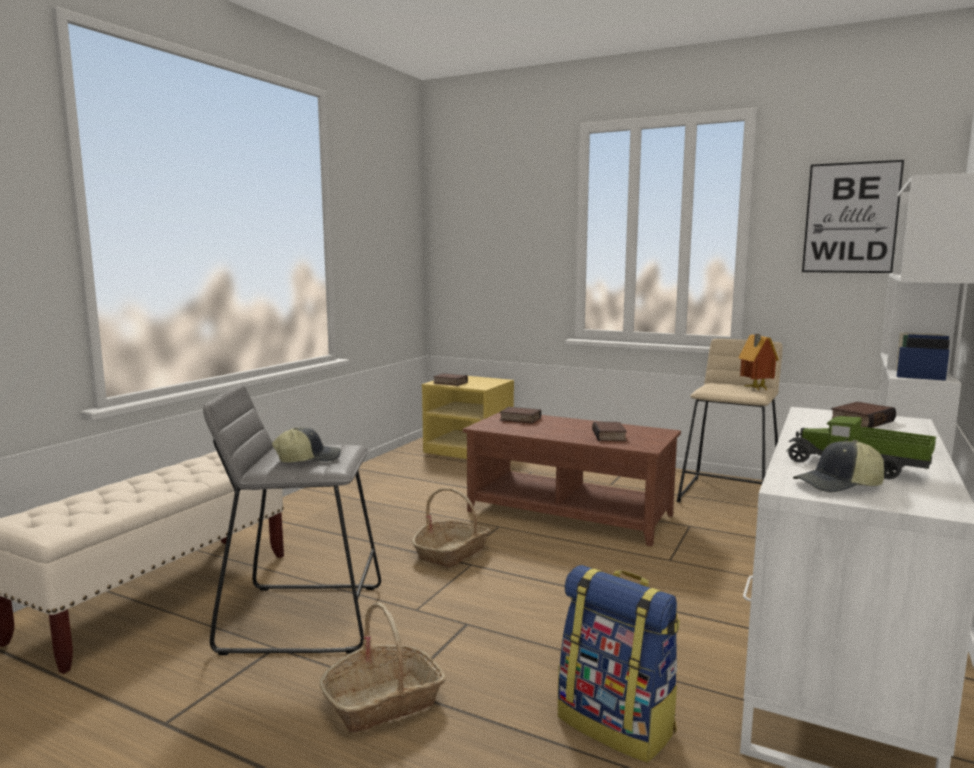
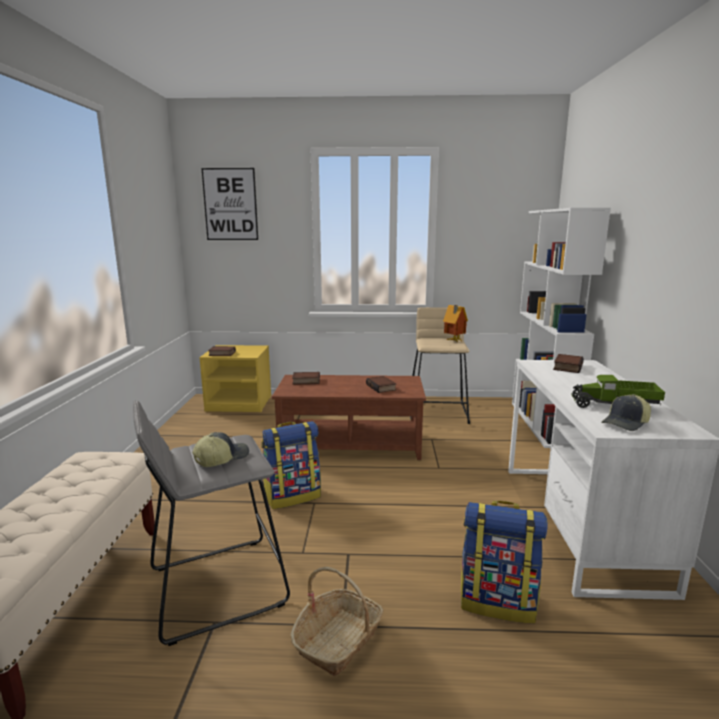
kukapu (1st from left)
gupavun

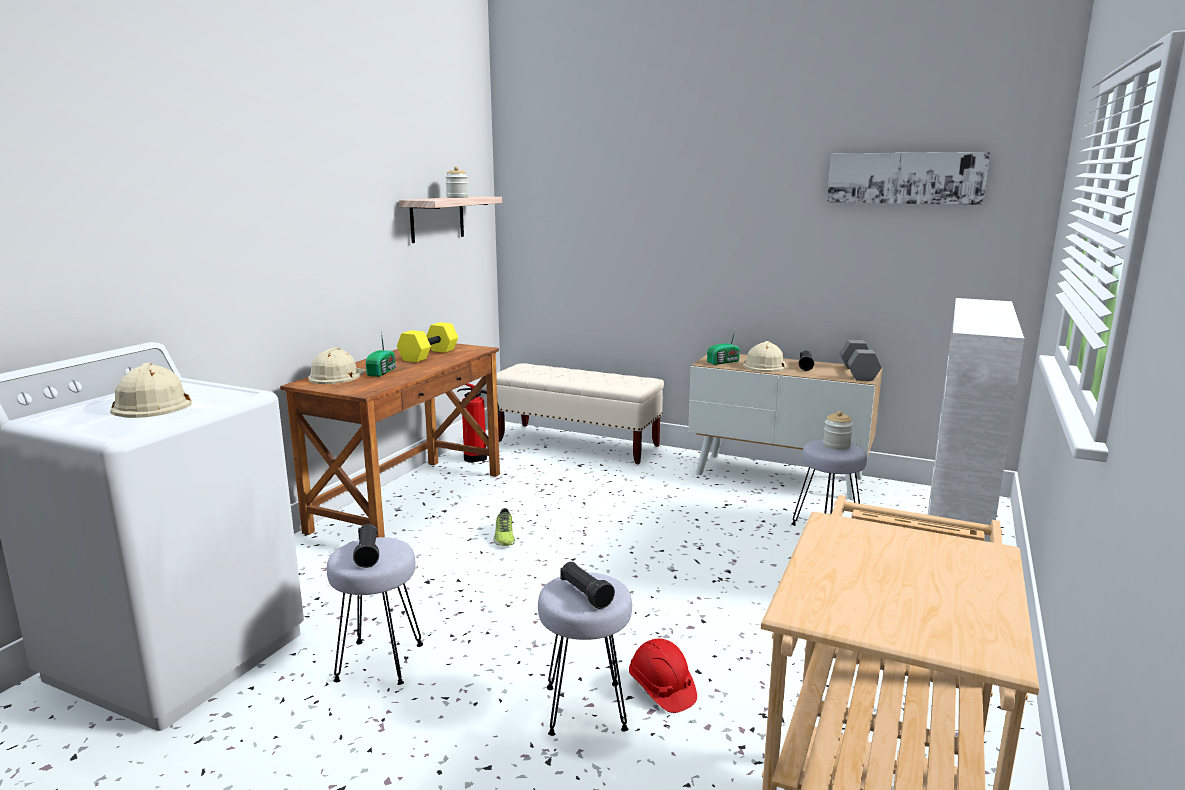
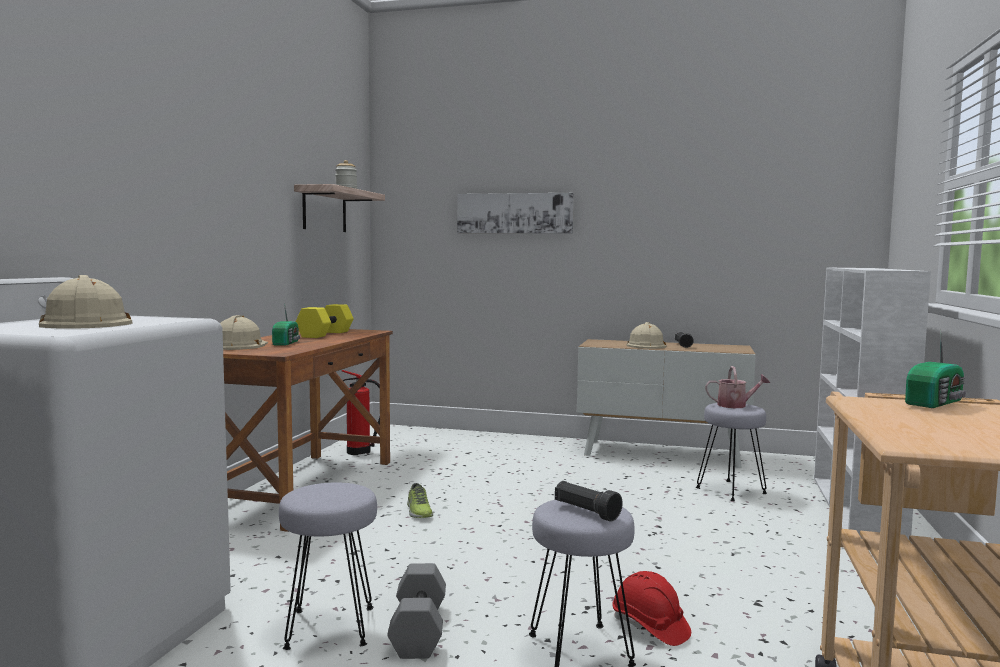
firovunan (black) (1st from left in the first image)
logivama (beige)
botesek (2nd from left)
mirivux
gupavun
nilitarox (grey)

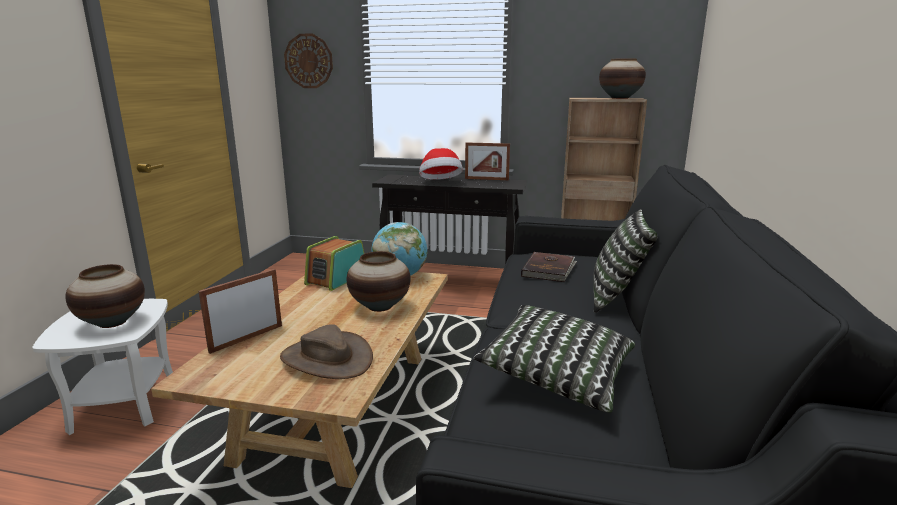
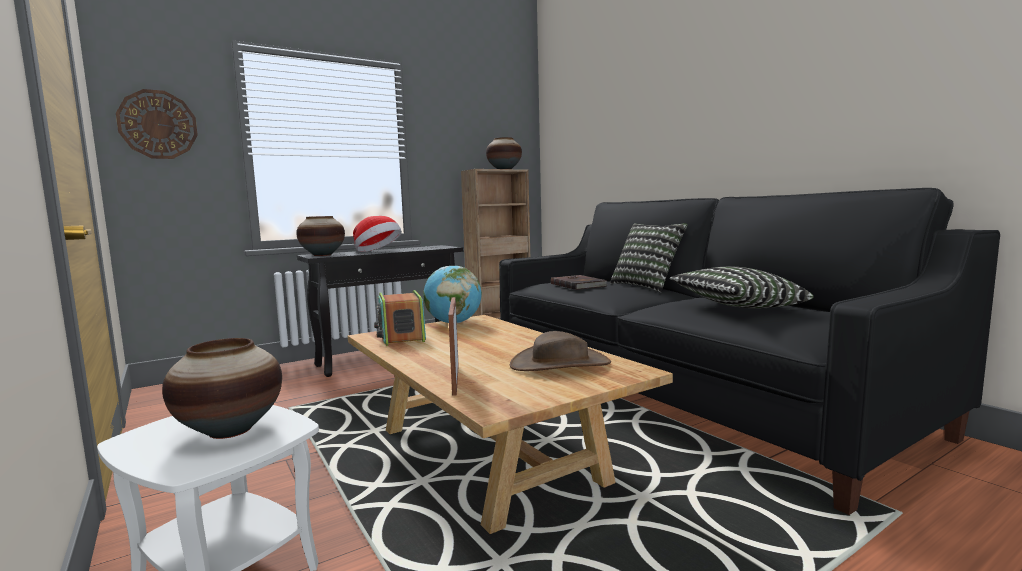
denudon (2nd from left)
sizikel (2nd from left in the first image)

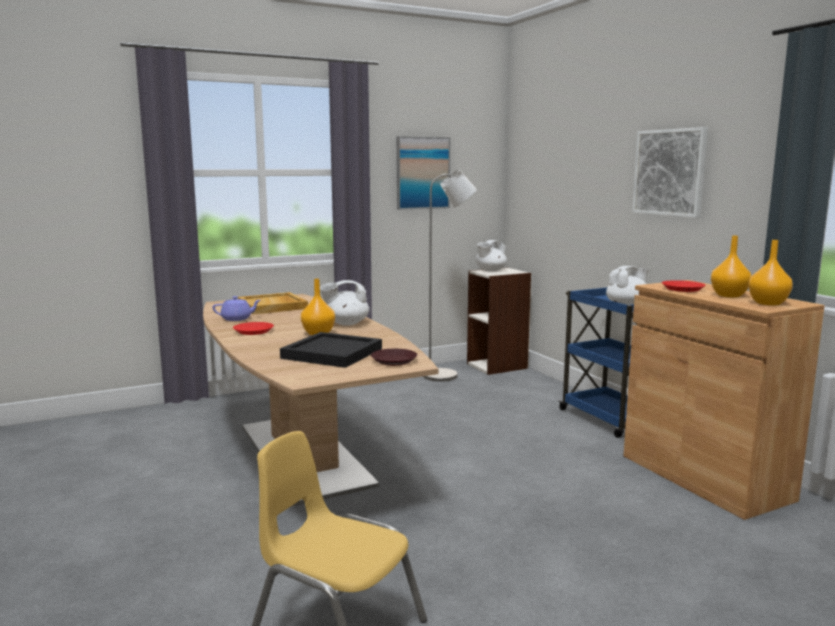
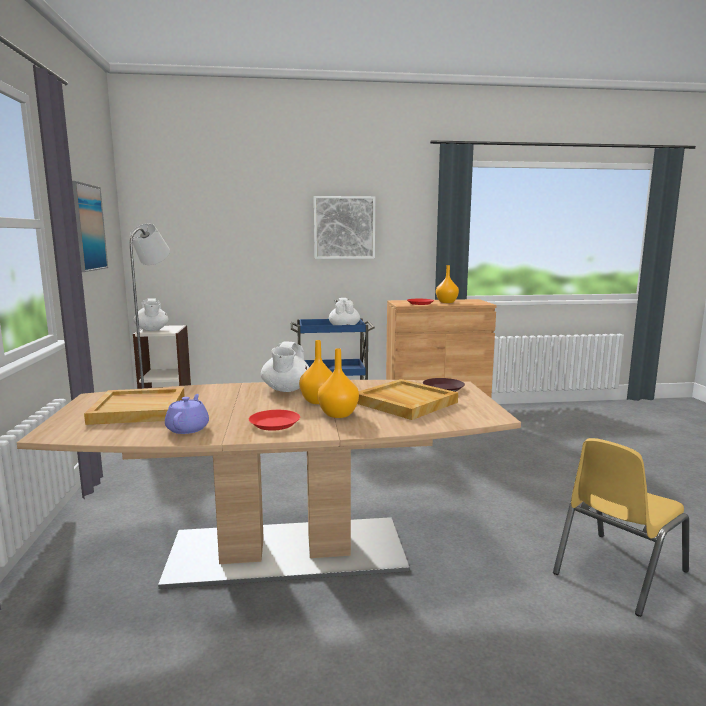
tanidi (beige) (2nd from left)
denudon (orange) (2nd from left)

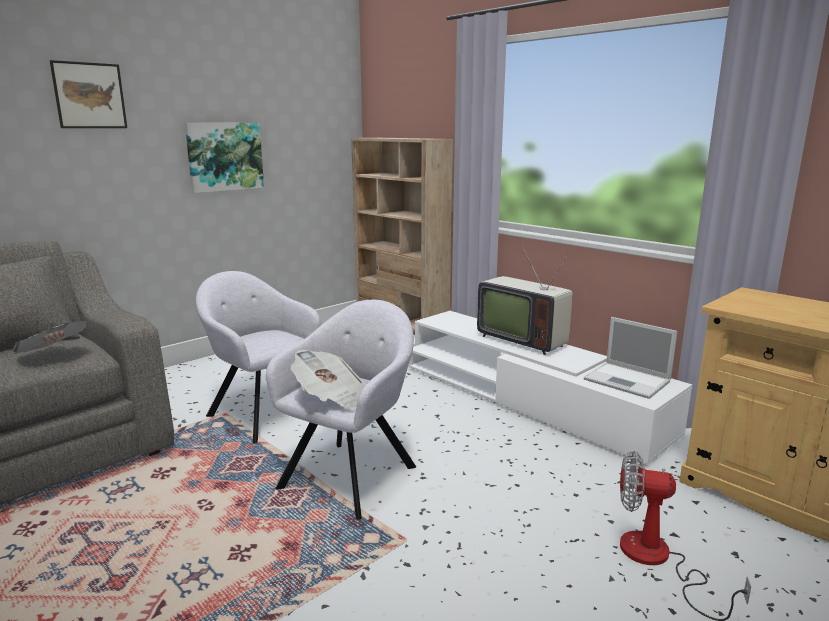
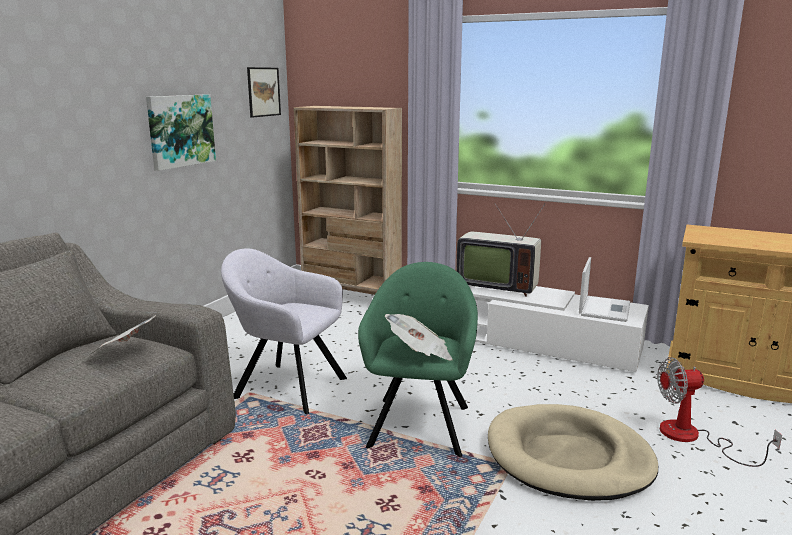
gupavun (2nd from left)
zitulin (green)
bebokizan
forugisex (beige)

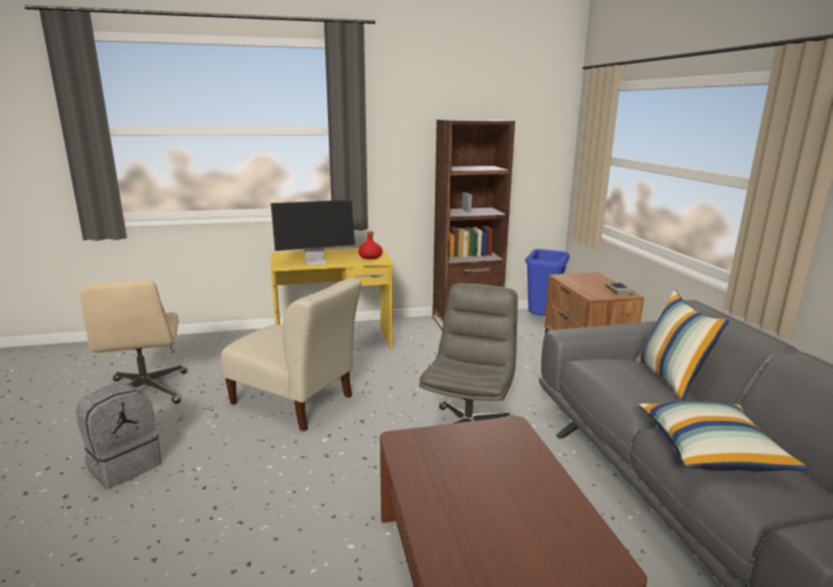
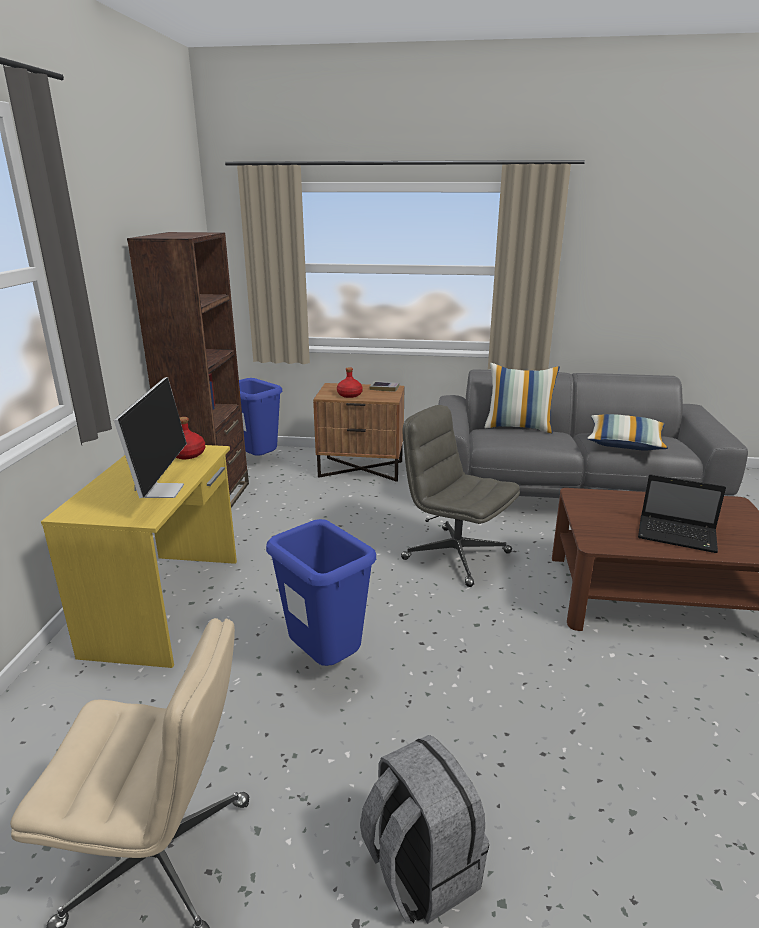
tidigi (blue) (2nd from left)
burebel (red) (2nd from left)
bebokizan

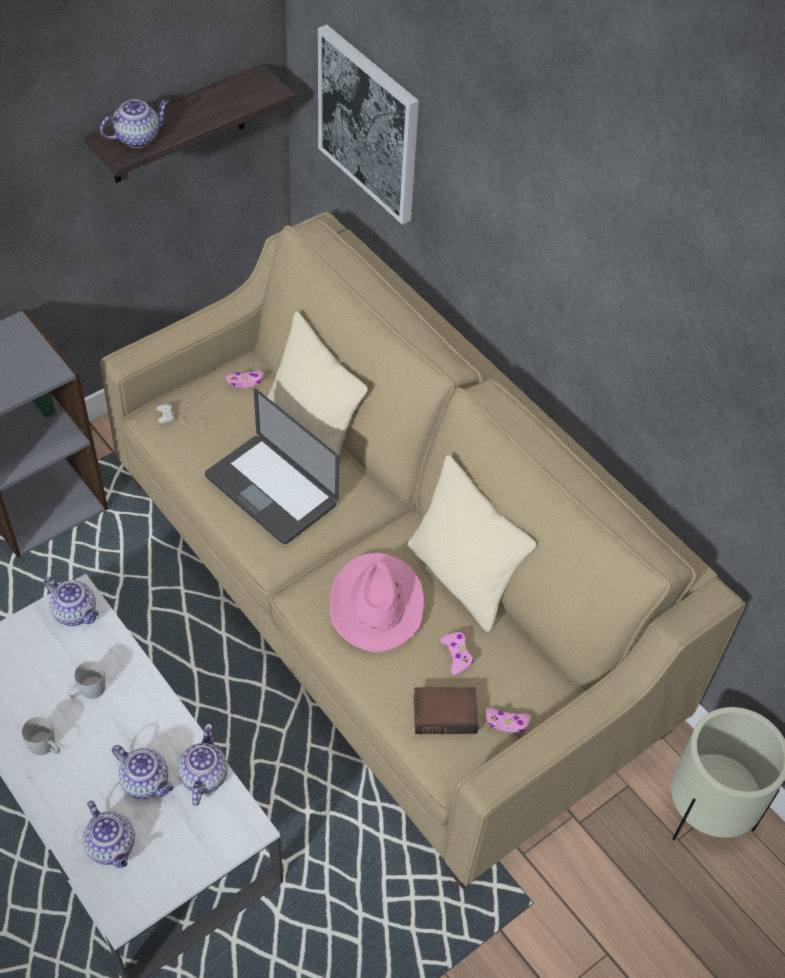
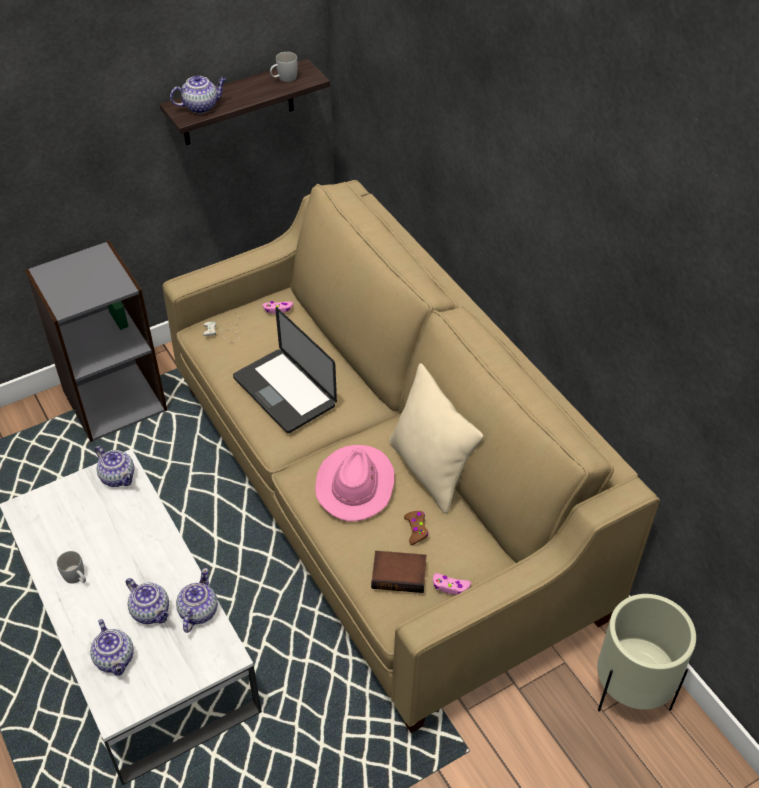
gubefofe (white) (2nd from left)
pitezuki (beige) (1st from left in the first image)
gupavun
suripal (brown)

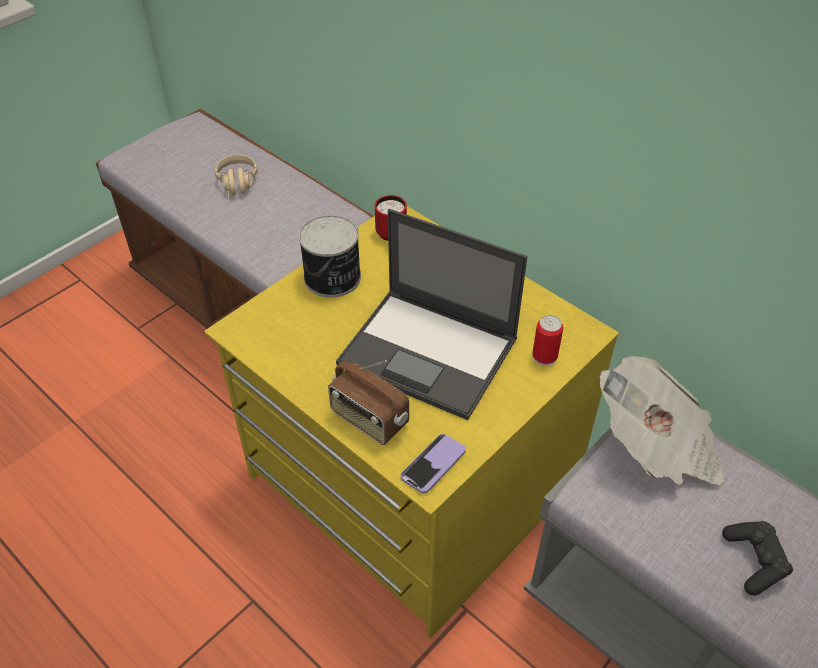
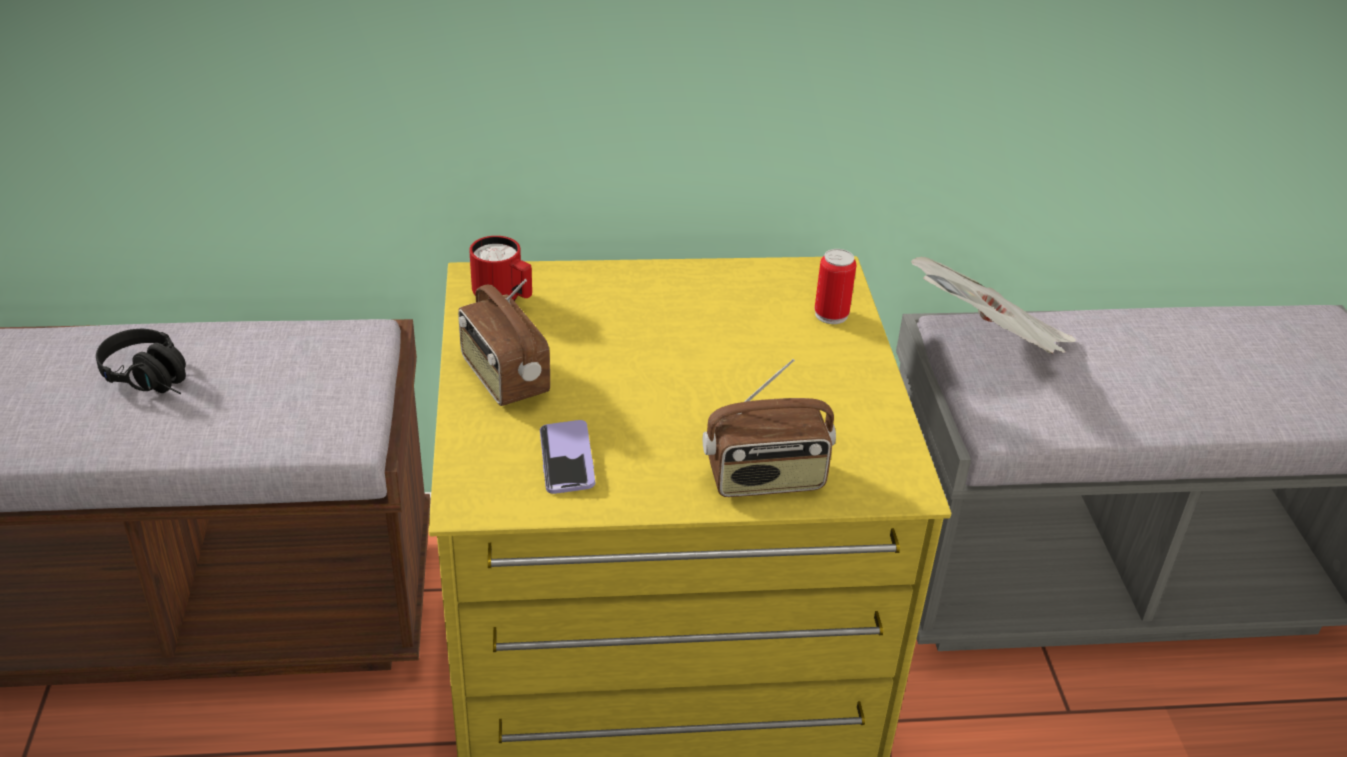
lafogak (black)
botesek (1st from left)
bebokizan
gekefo
suripal (black)

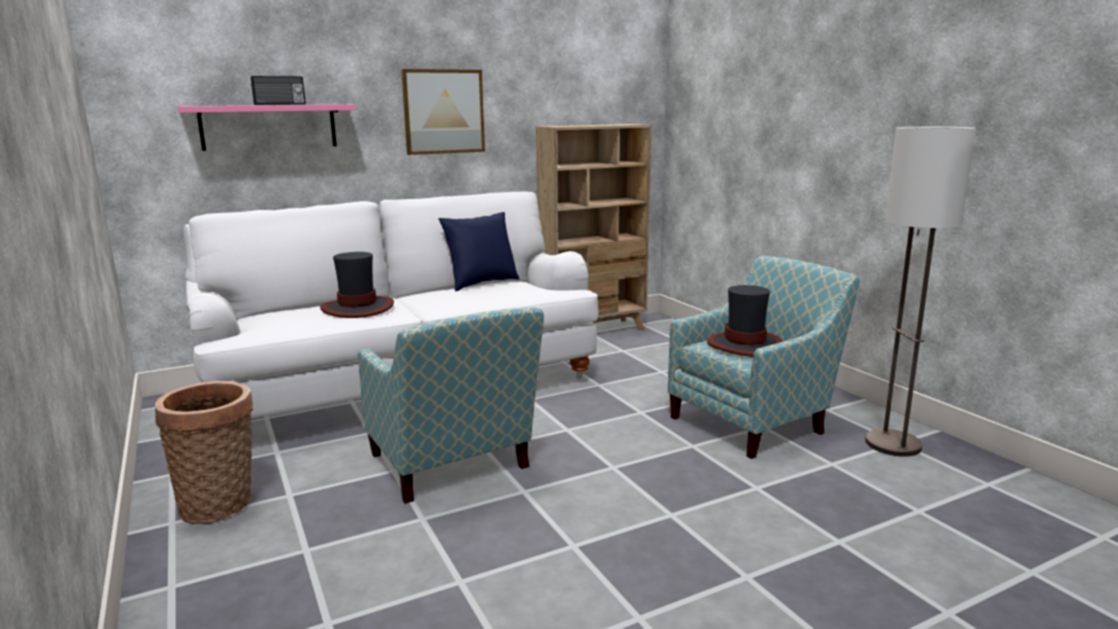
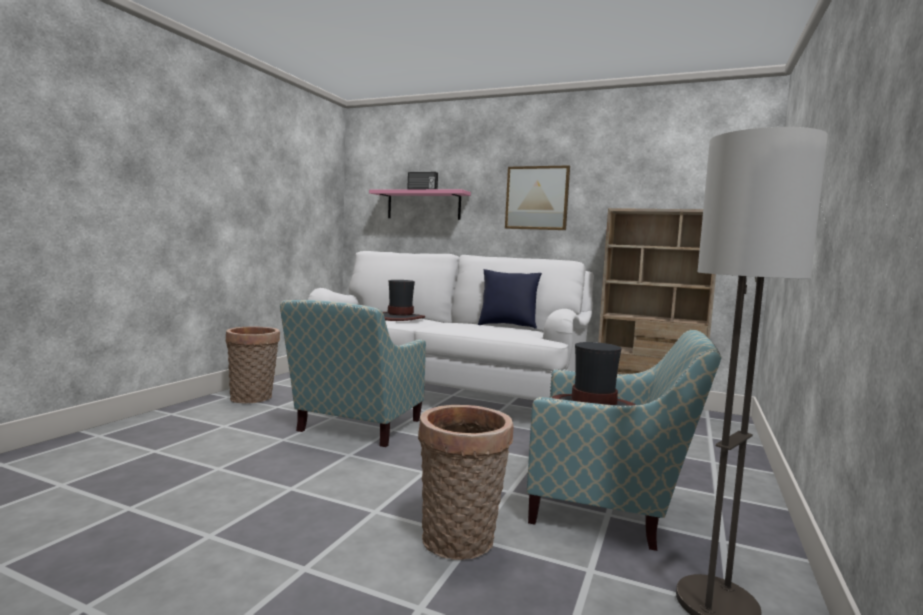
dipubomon (2nd from left)

